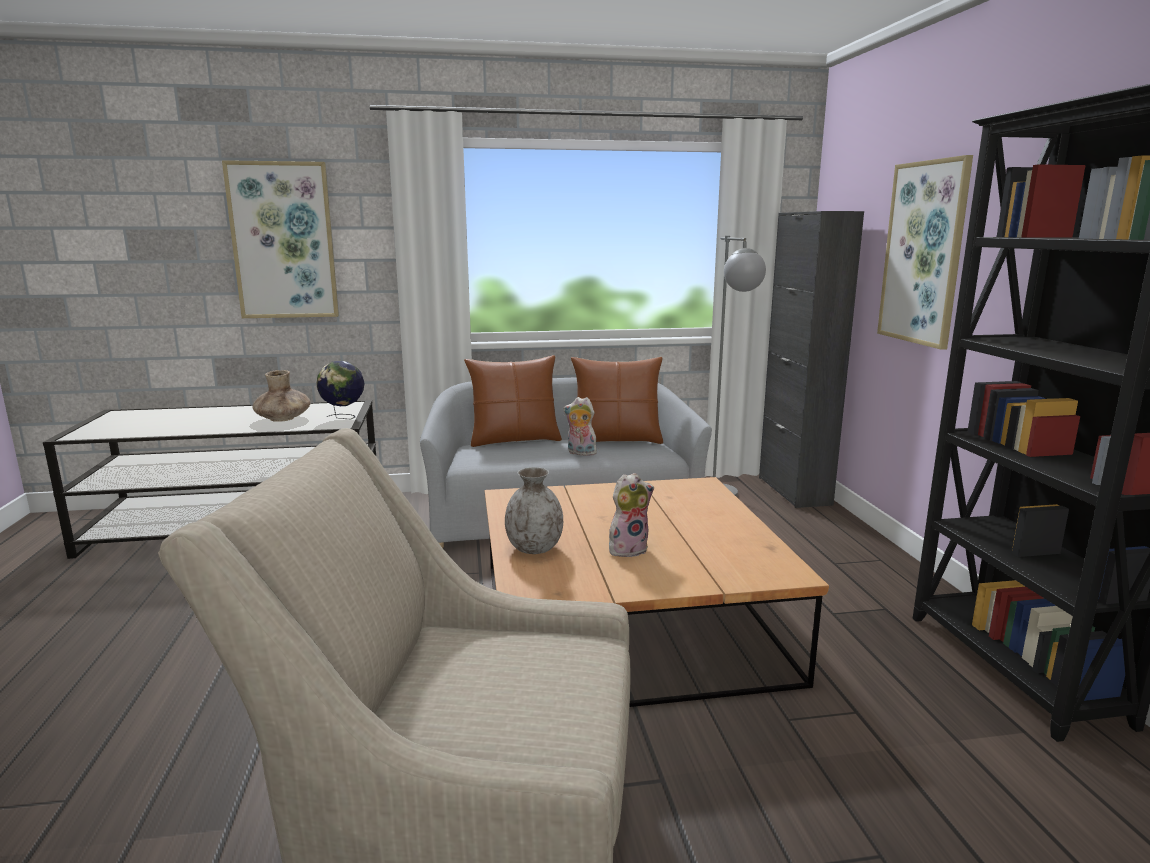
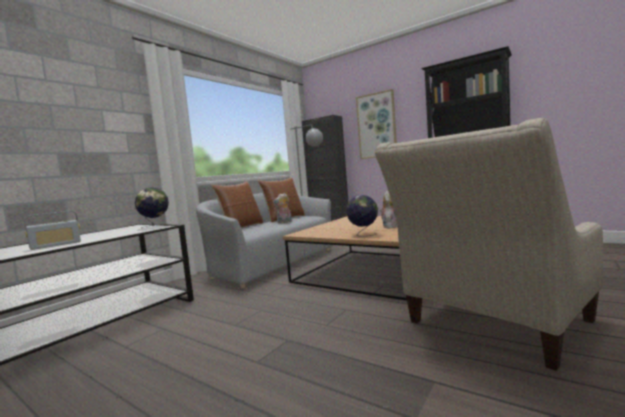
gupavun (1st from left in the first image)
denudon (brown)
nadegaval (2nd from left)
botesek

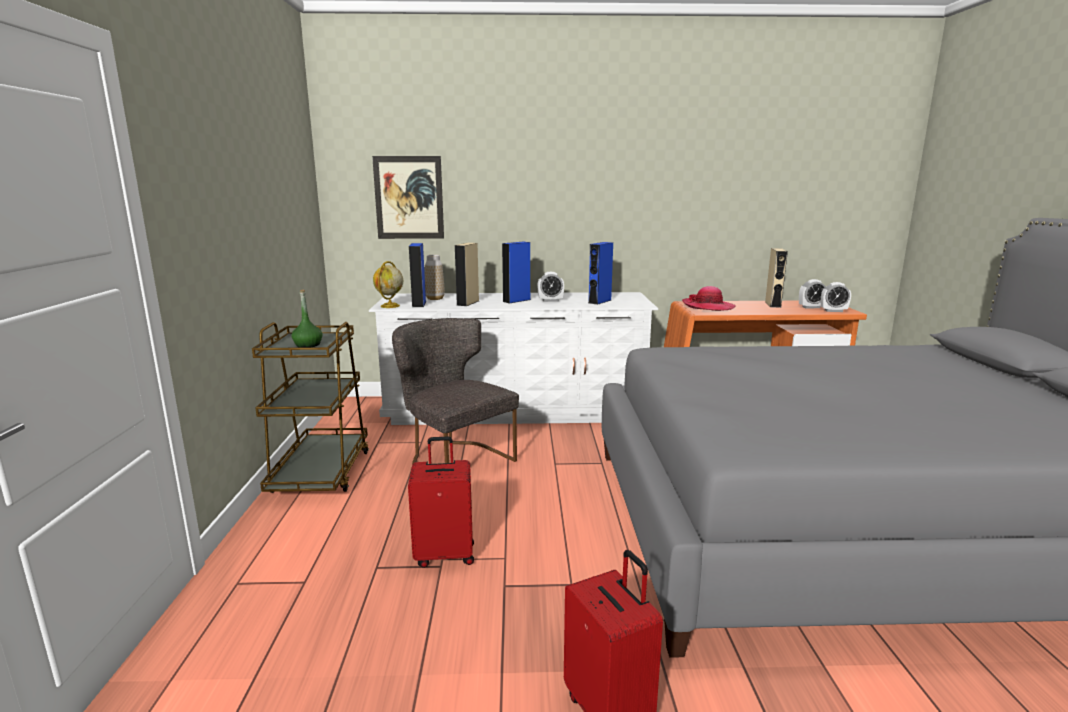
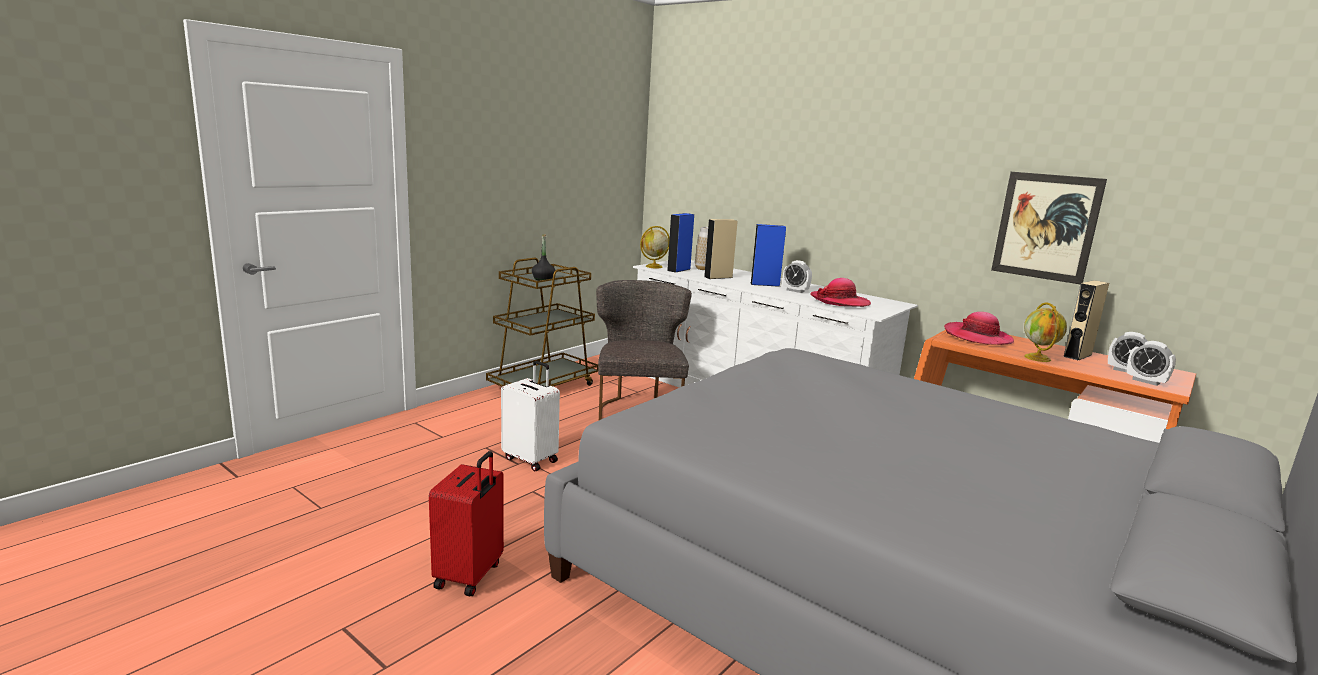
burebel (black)
gupavun
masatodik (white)
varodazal (1st from left)
nadegaval (2nd from left)

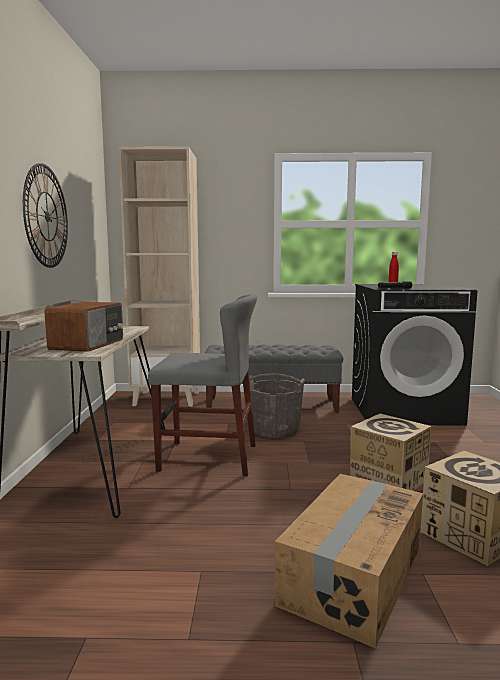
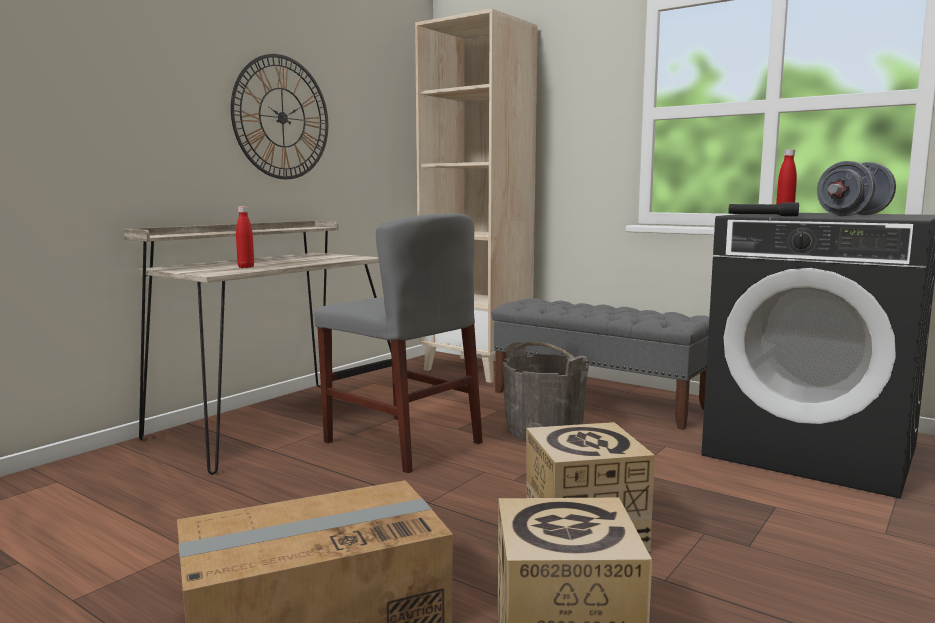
burebel (red) (1st from left)
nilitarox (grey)

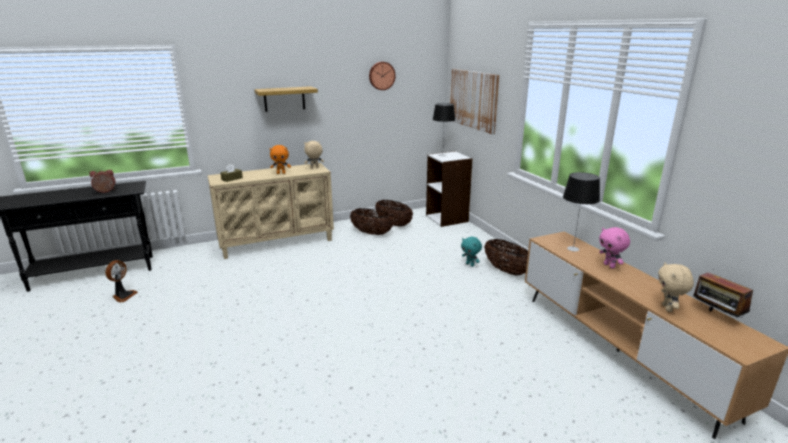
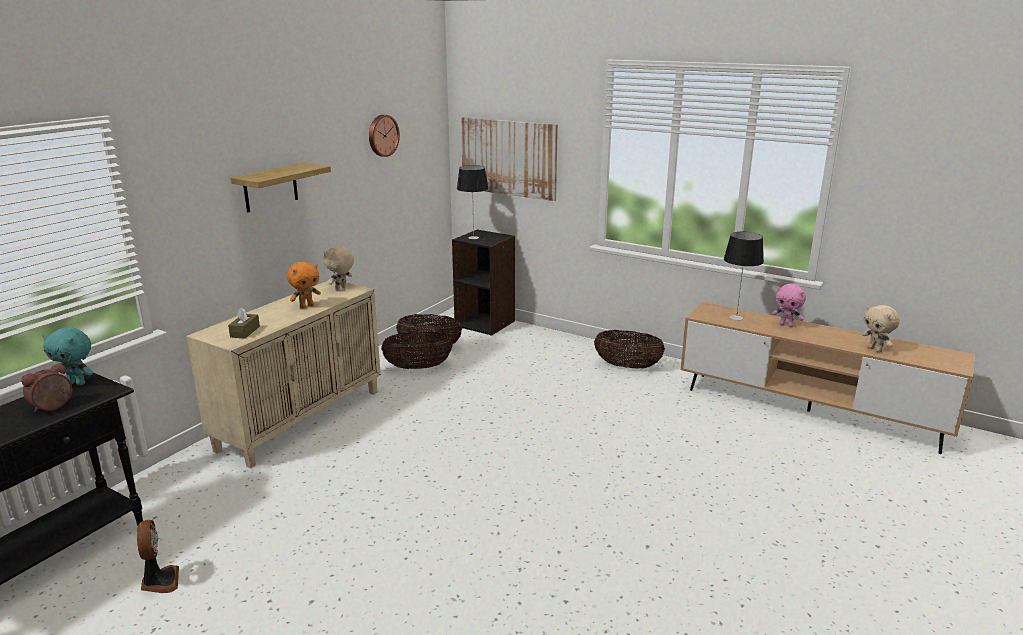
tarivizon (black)
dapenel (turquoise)
botesek

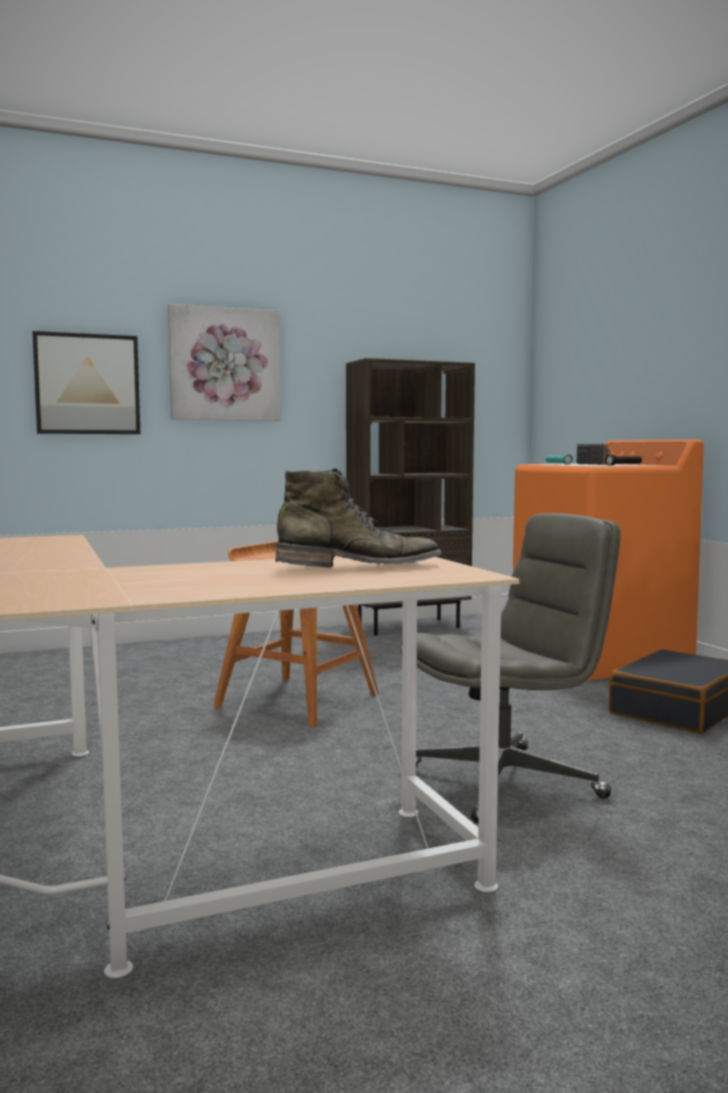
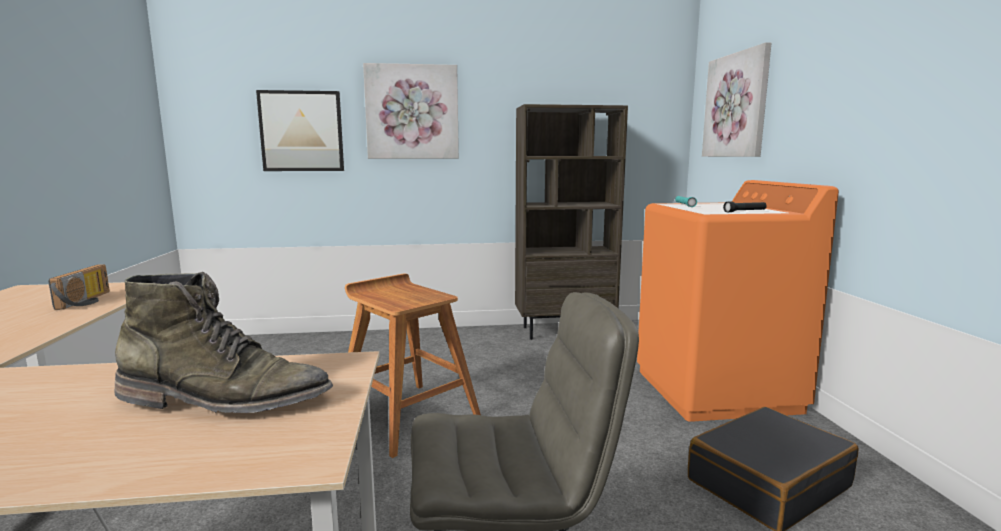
botesek
gupavun (3rd from left)

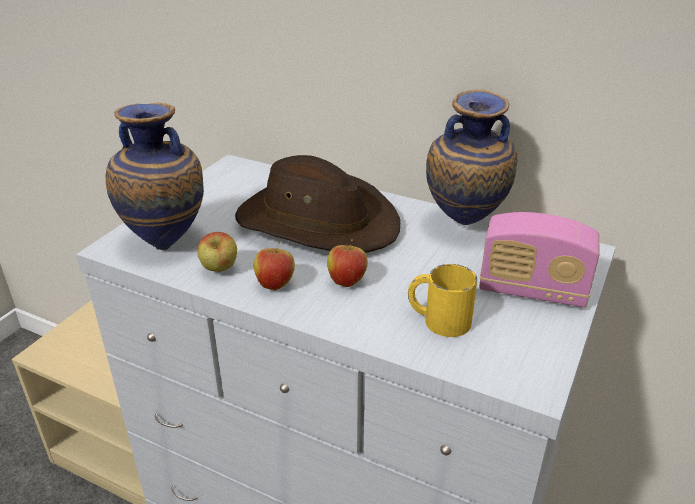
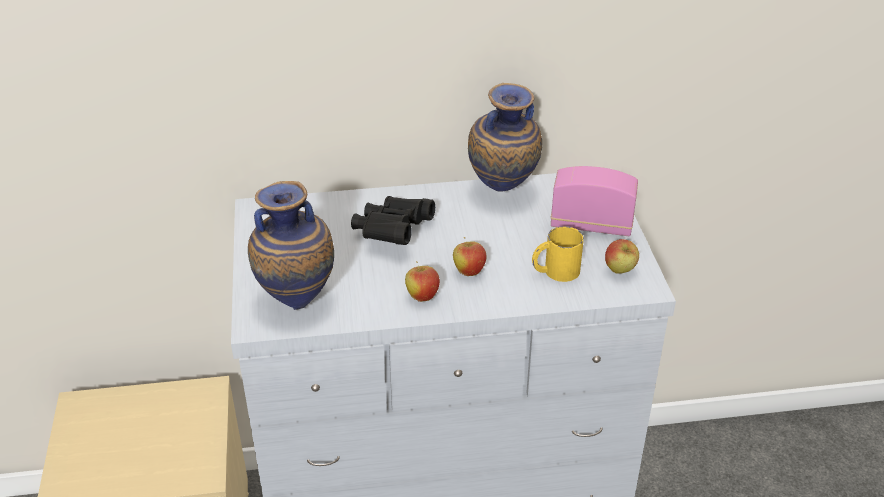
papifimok (3rd from left)
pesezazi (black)
botesek

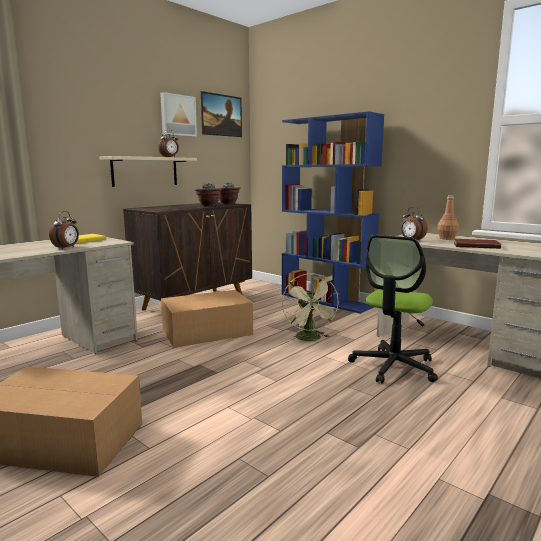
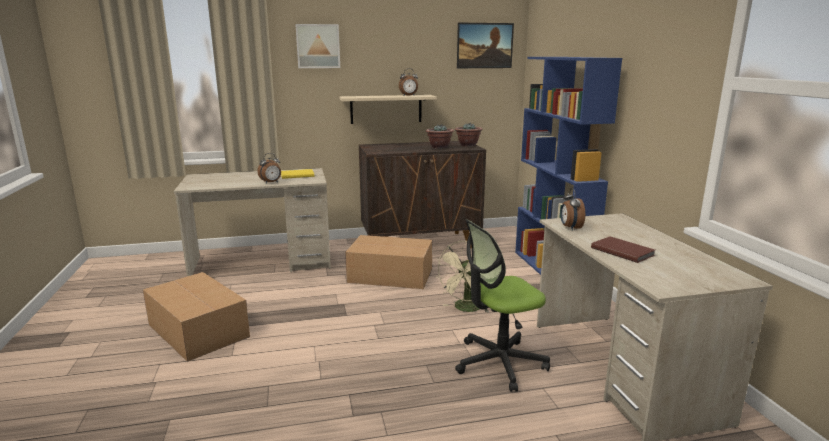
gupavun (1st from left)
burebel (brown)

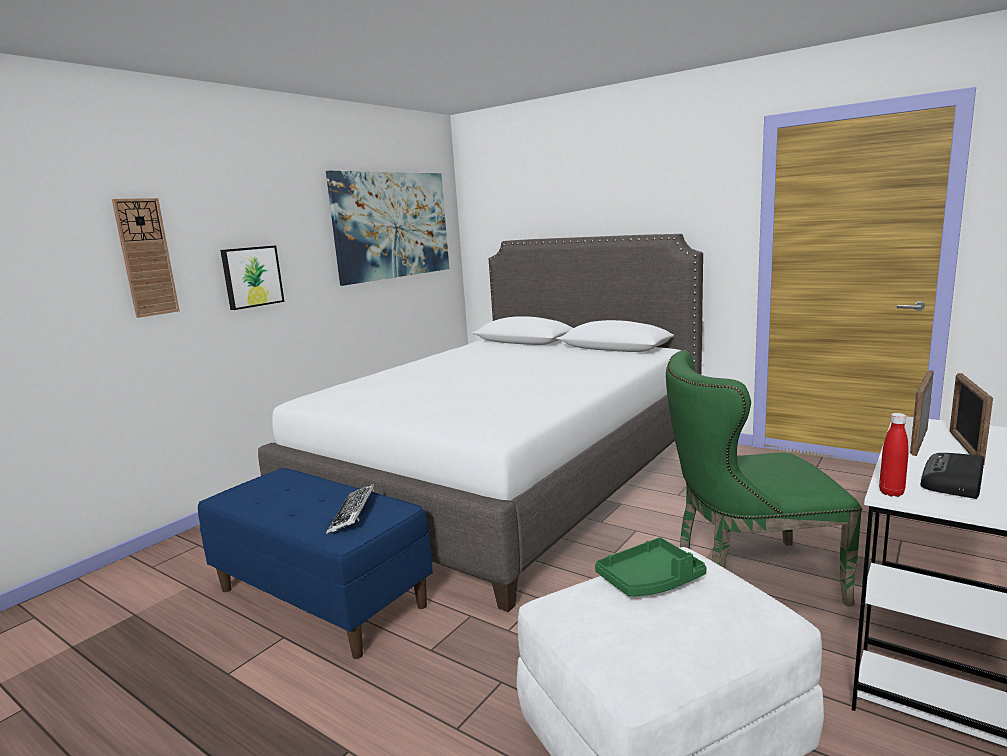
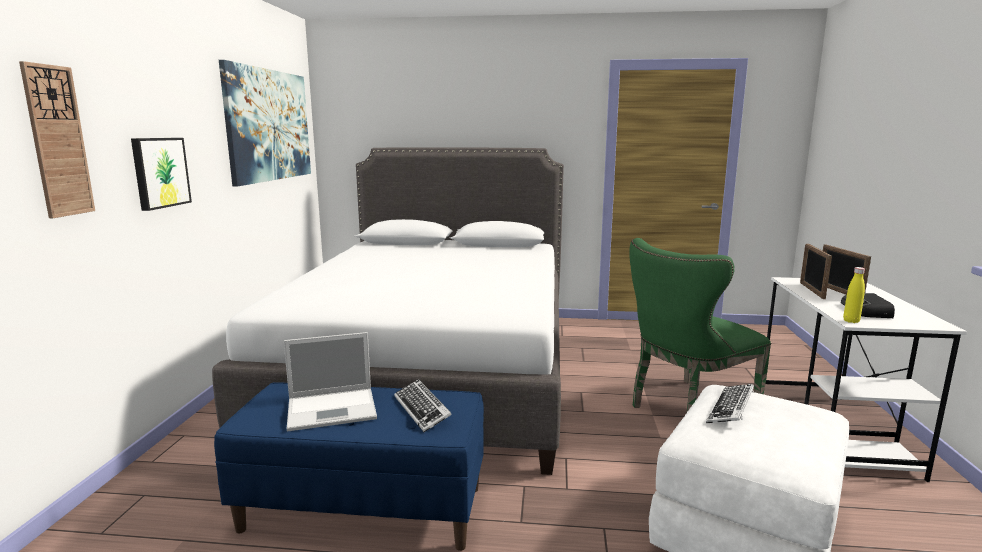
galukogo (2nd from left)
burebel (yellow)
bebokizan

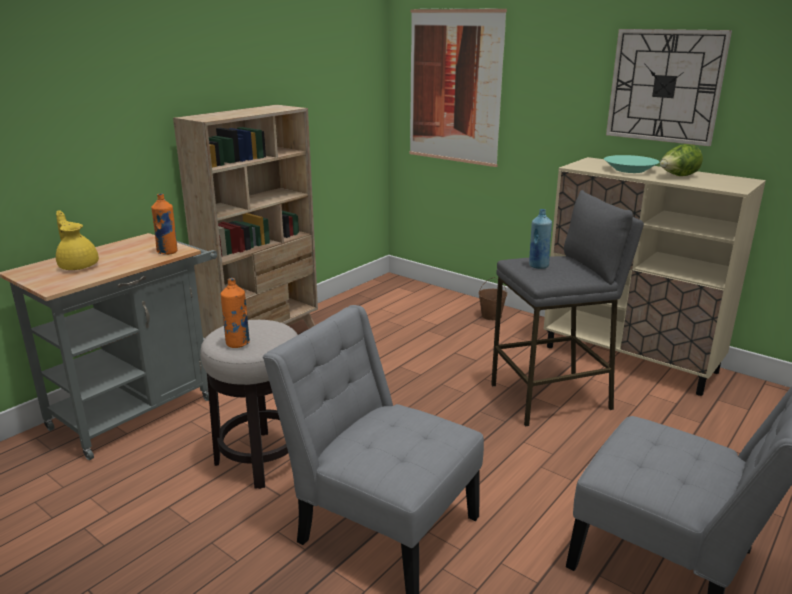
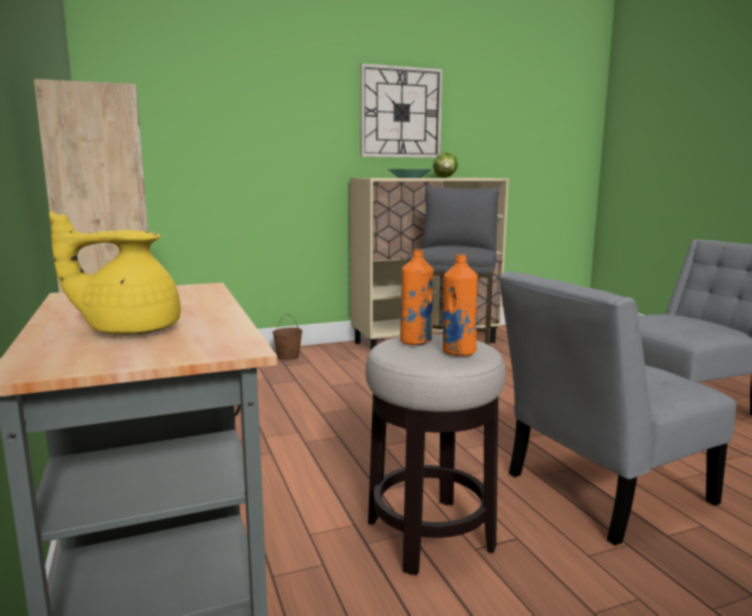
burebel (orange) (1st from left)
gupavun
burebel (blue)

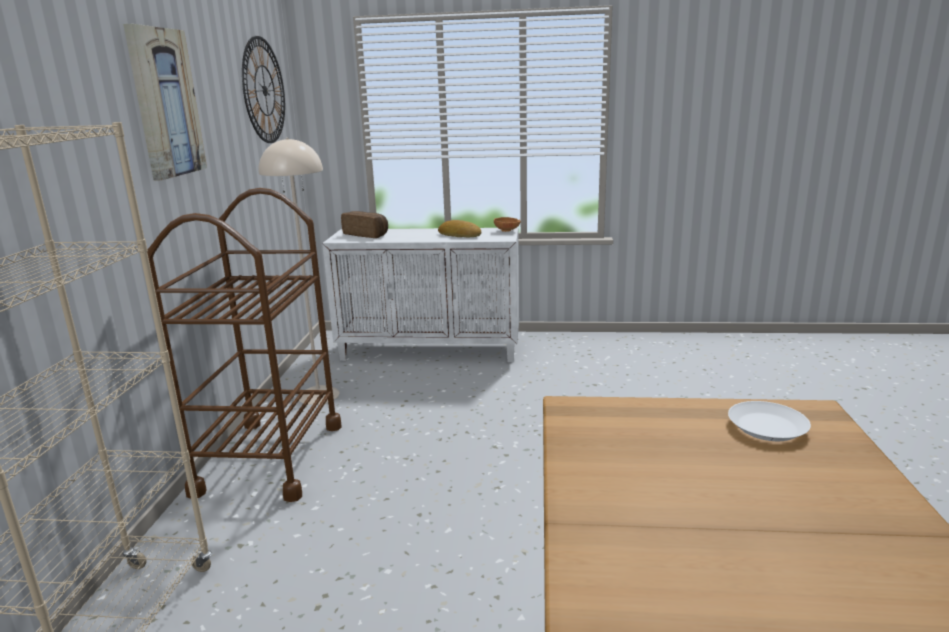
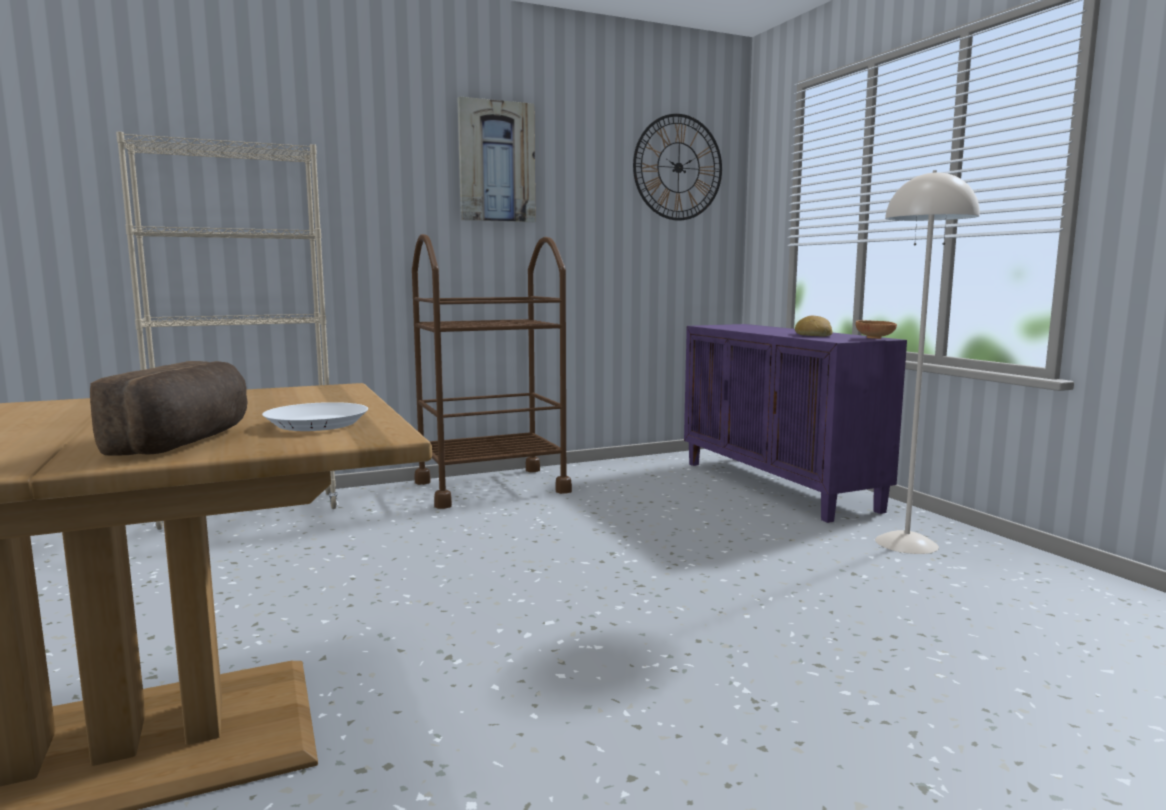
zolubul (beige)
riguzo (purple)
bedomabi (1st from left)

